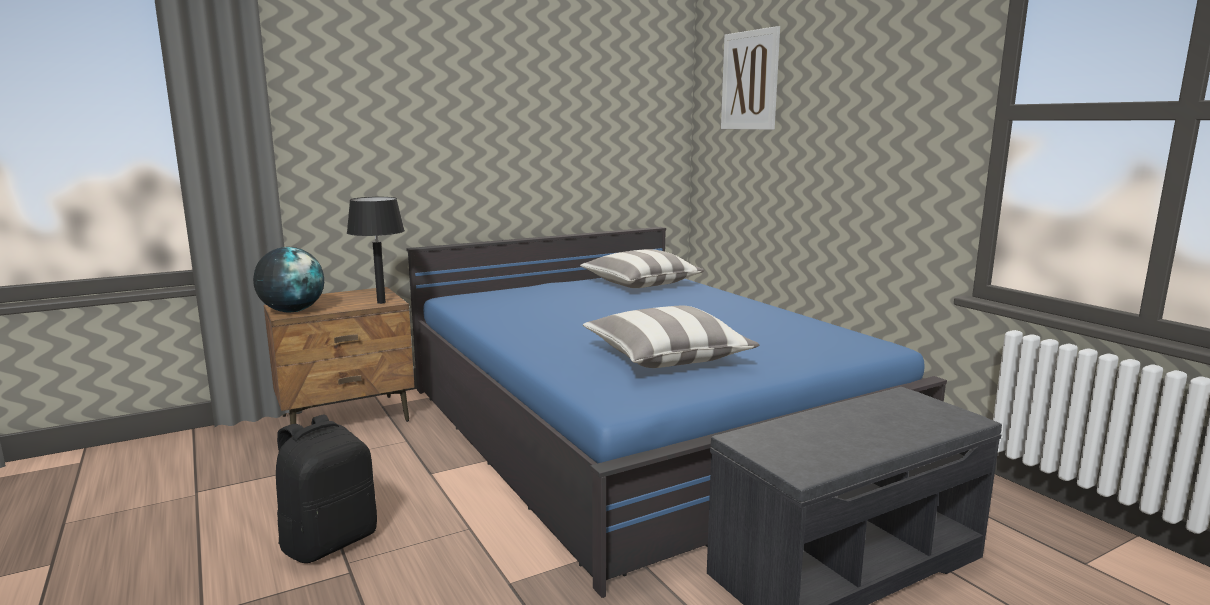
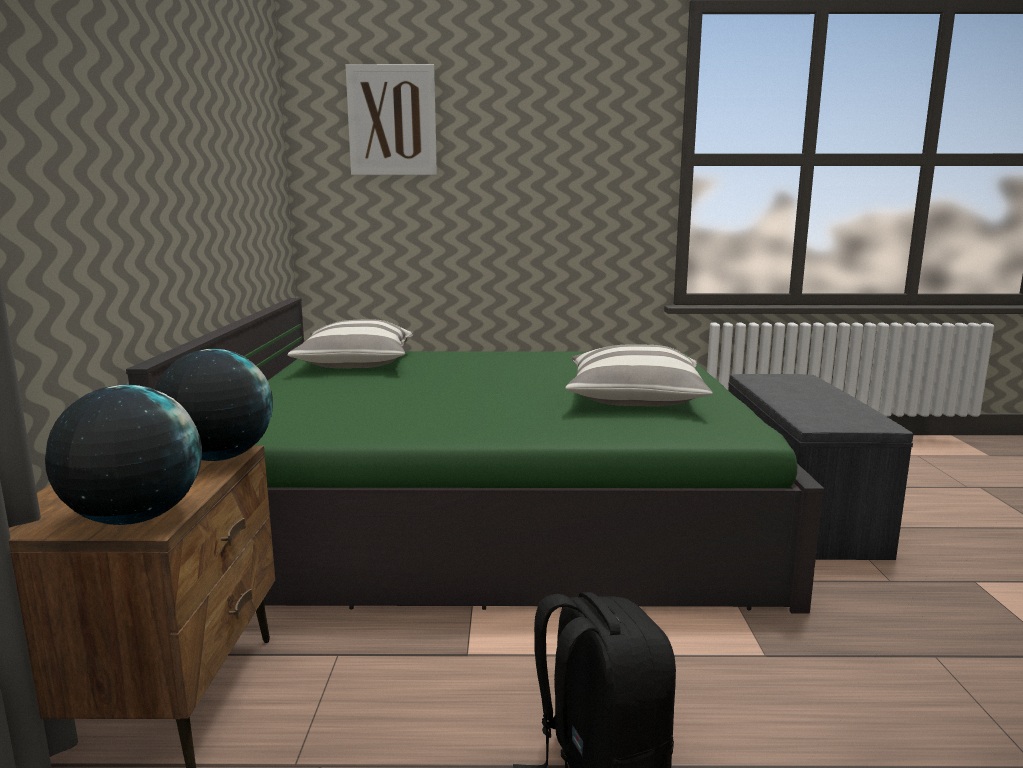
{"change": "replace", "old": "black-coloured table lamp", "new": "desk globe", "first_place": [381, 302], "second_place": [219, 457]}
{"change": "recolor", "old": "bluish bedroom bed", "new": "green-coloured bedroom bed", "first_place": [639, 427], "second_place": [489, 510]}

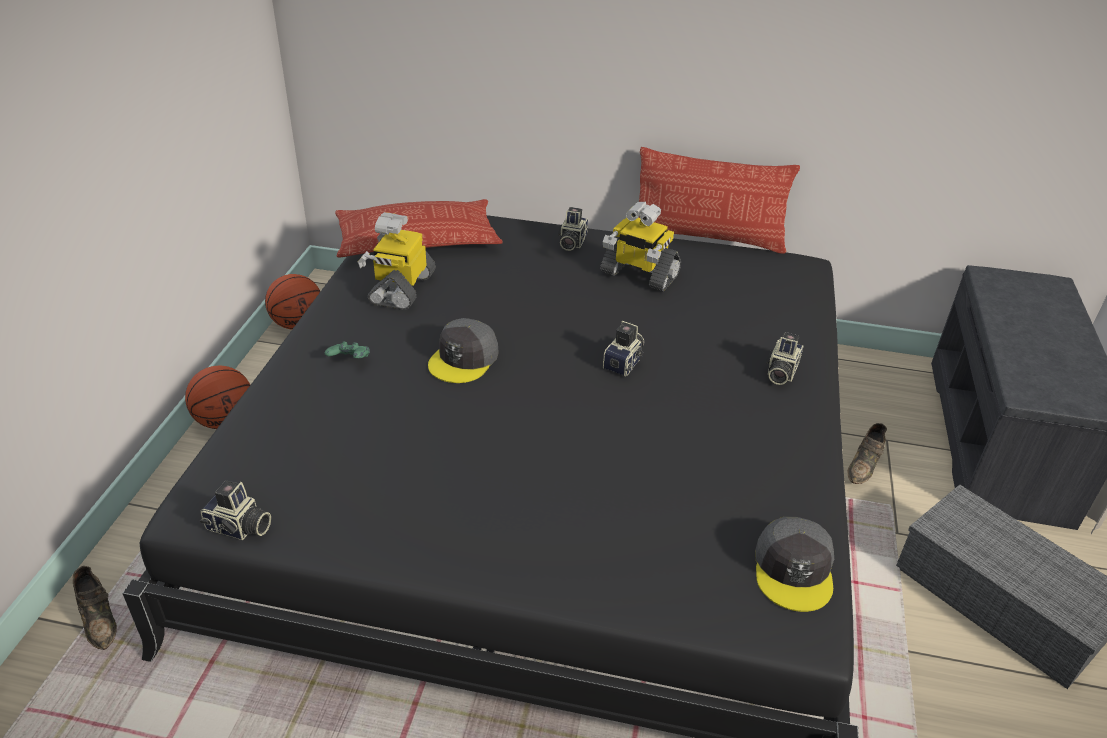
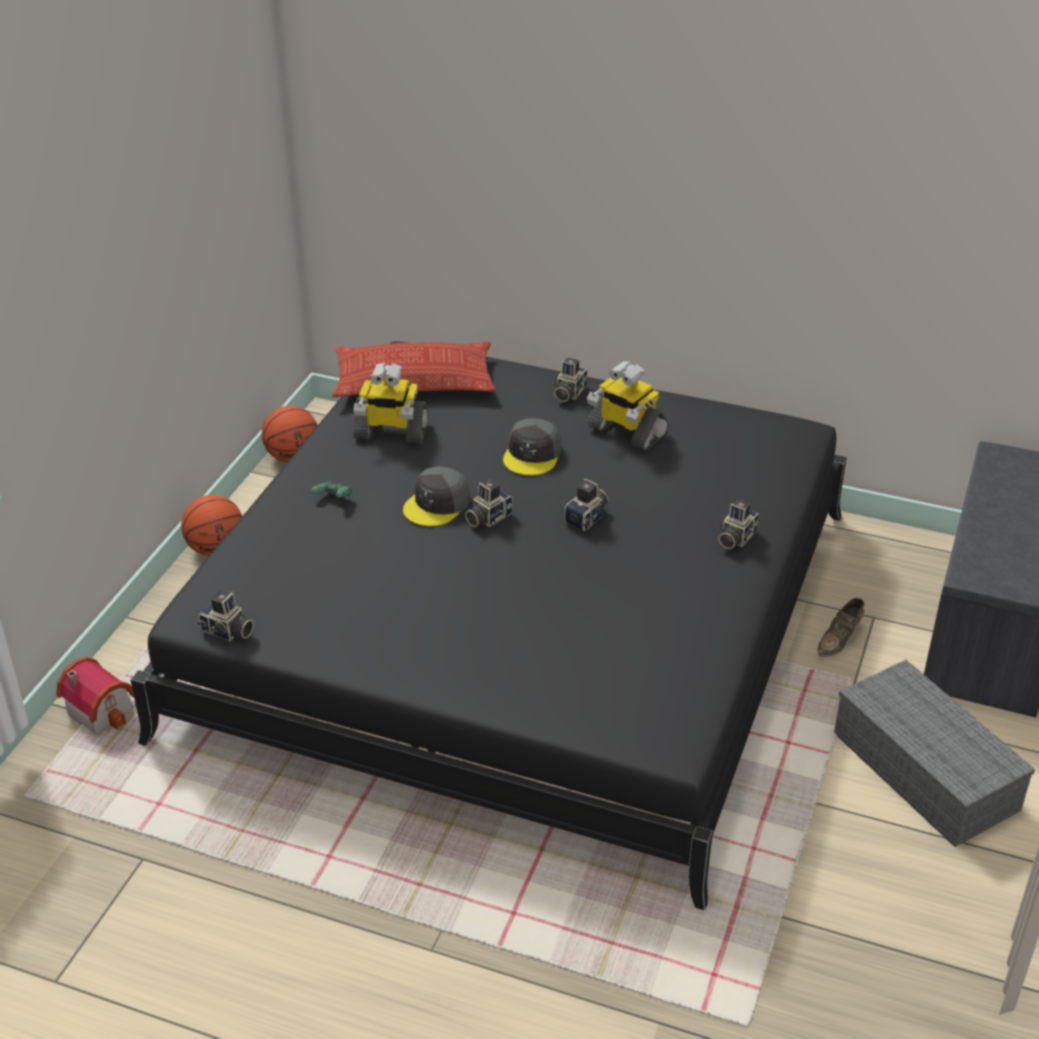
{"change": "delete", "old": "throw pillow", "first_place": [707, 237]}
{"change": "rotate", "old": "model robot", "first_place": [401, 288], "second_place": [390, 432], "degrees": -105}
{"change": "move", "old": "grey peaked cap", "first_place": [794, 570], "second_place": [533, 454]}
{"change": "replace", "old": "brown-coloured low shoe", "new": "miniature house", "first_place": [99, 618], "second_place": [102, 709]}
{"change": "insert", "new": "photo camera", "second_place": [487, 517]}

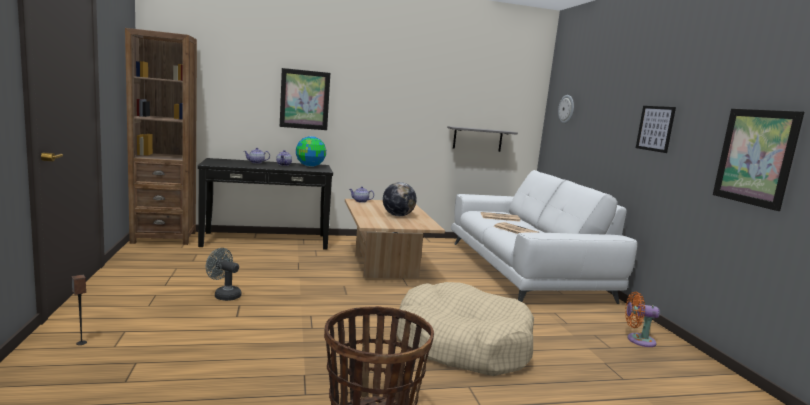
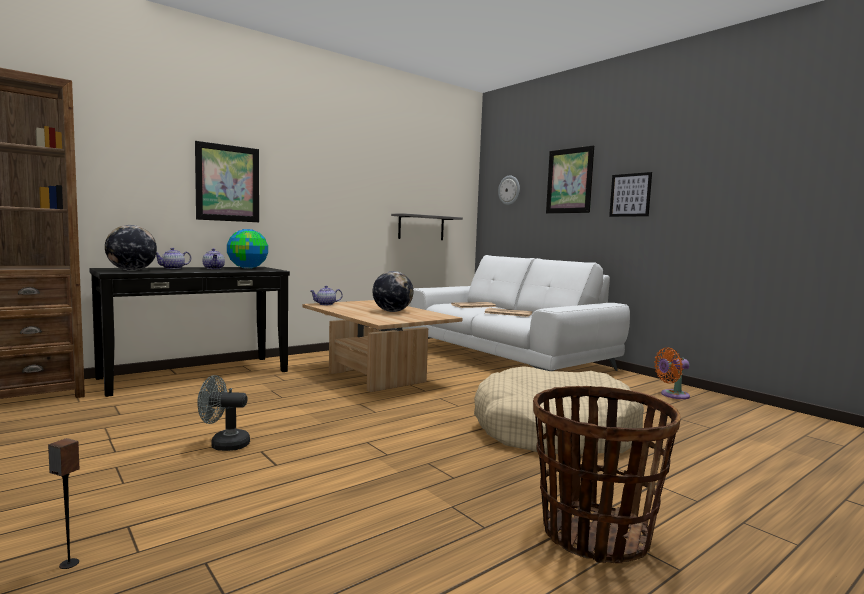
{"change": "move", "old": "picture", "first_place": [755, 157], "second_place": [569, 181]}
{"change": "insert", "new": "desk globe", "second_place": [131, 270]}

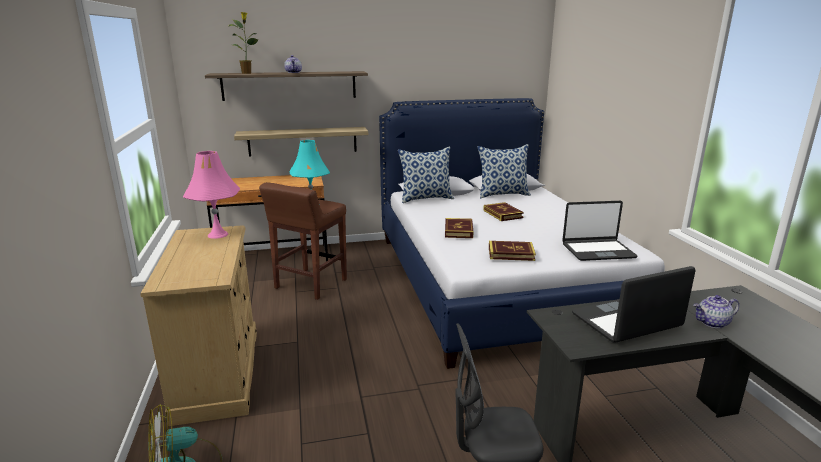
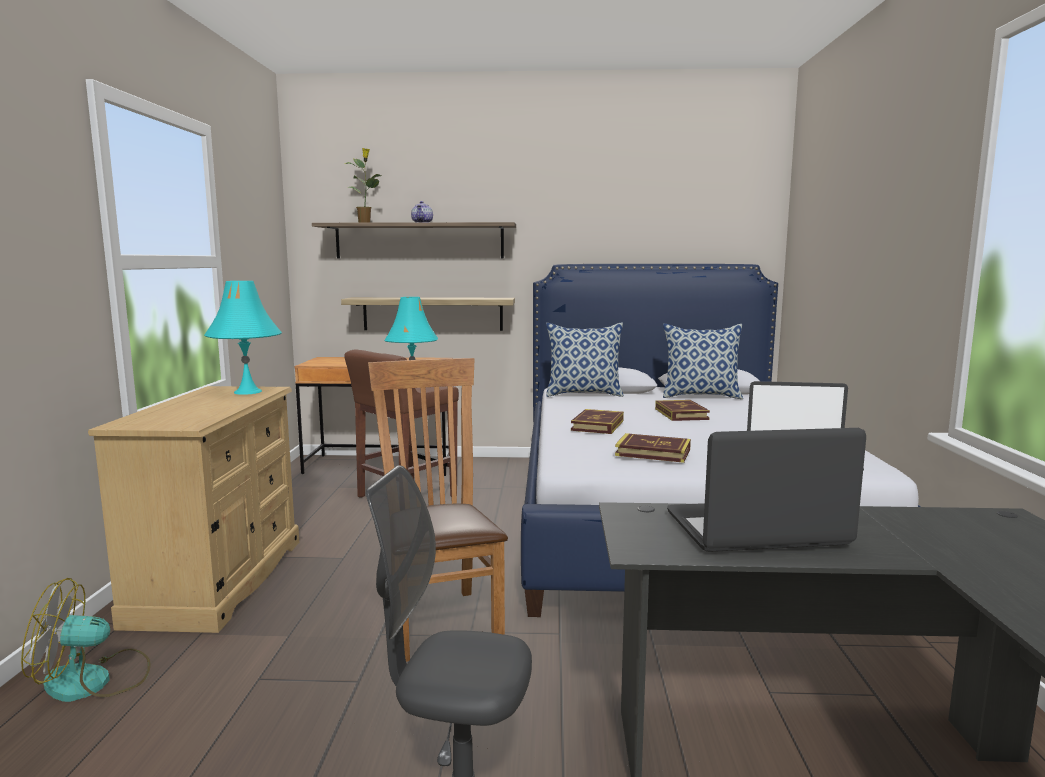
{"change": "recolor", "old": "pink table lamp", "new": "blue-green table lamp", "first_place": [217, 234], "second_place": [247, 392]}
{"change": "delete", "old": "tea pot", "first_place": [712, 323]}
{"change": "insert", "new": "brown-coloured chair", "second_place": [440, 619]}

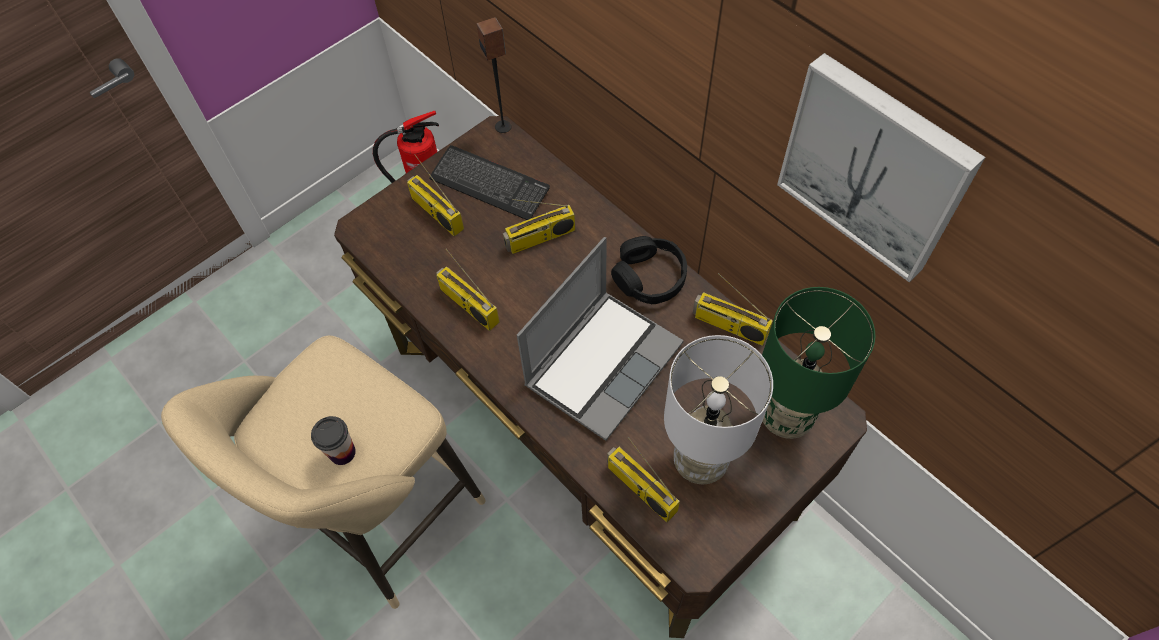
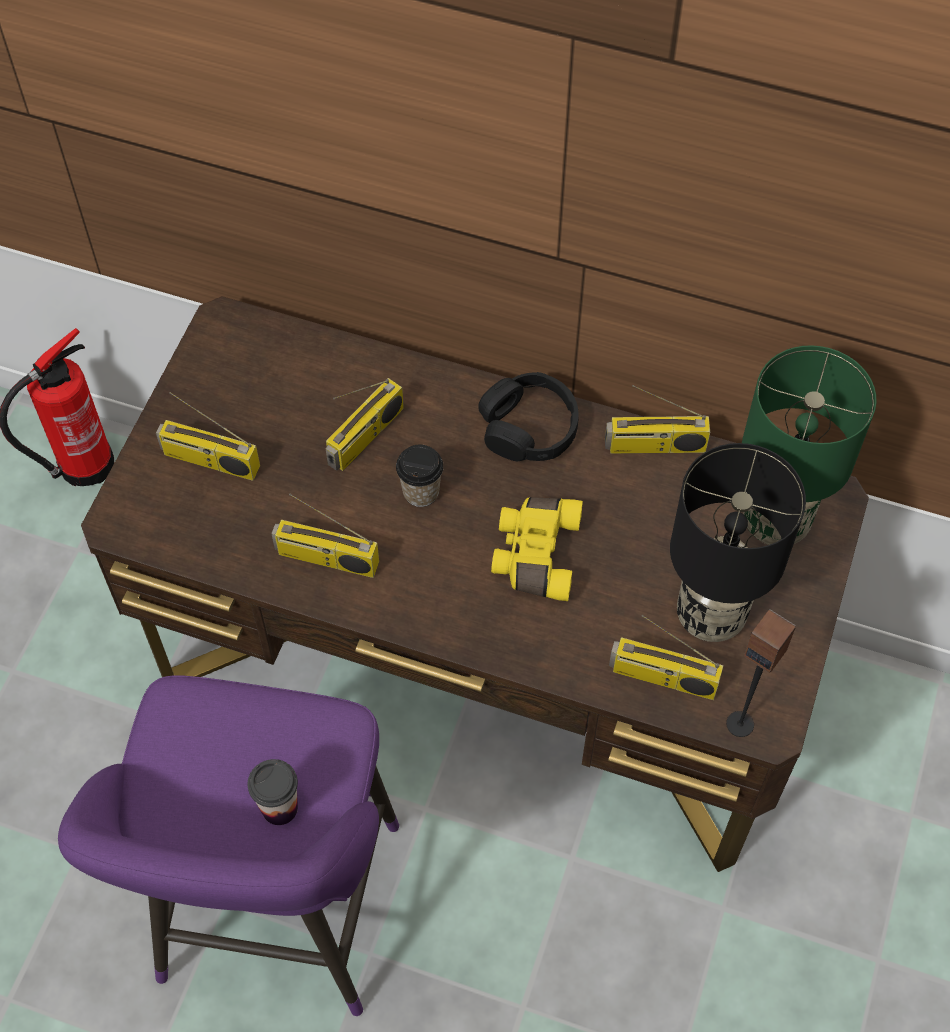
{"change": "move", "old": "speaker", "first_place": [503, 126], "second_place": [740, 723]}
{"change": "delete", "old": "picture", "first_place": [875, 166]}
{"change": "delete", "old": "PC keyboard", "first_place": [489, 184]}
{"change": "replace", "old": "notebook computer", "new": "yellow-coloured pair of binoculars", "first_place": [603, 362], "second_place": [534, 554]}
{"change": "recolor", "old": "white-coloured table lamp", "new": "black-coloured table lamp", "first_place": [700, 460], "second_place": [710, 613]}
{"change": "recolor", "old": "beige stool", "new": "purplish stool", "first_place": [382, 521], "second_place": [276, 917]}
{"change": "insert", "new": "small cup", "second_place": [421, 492]}

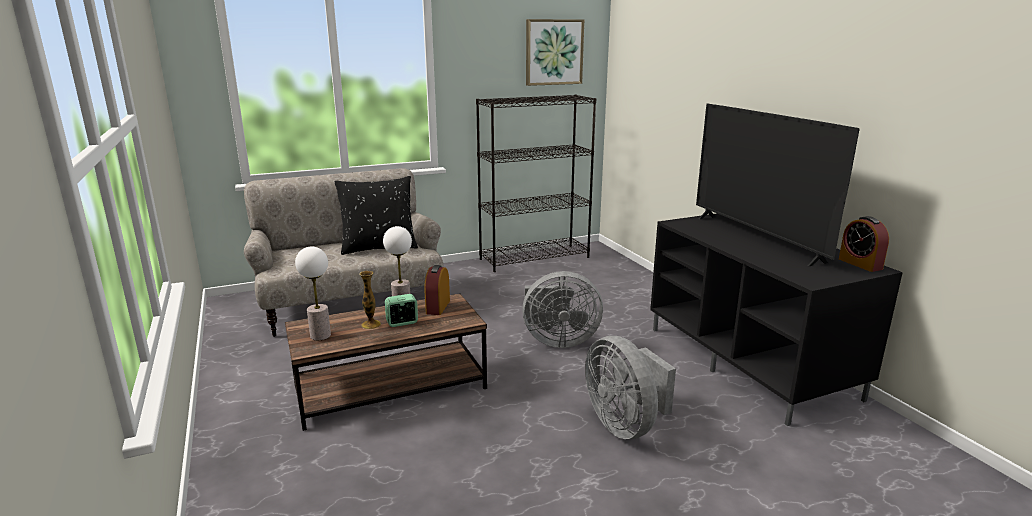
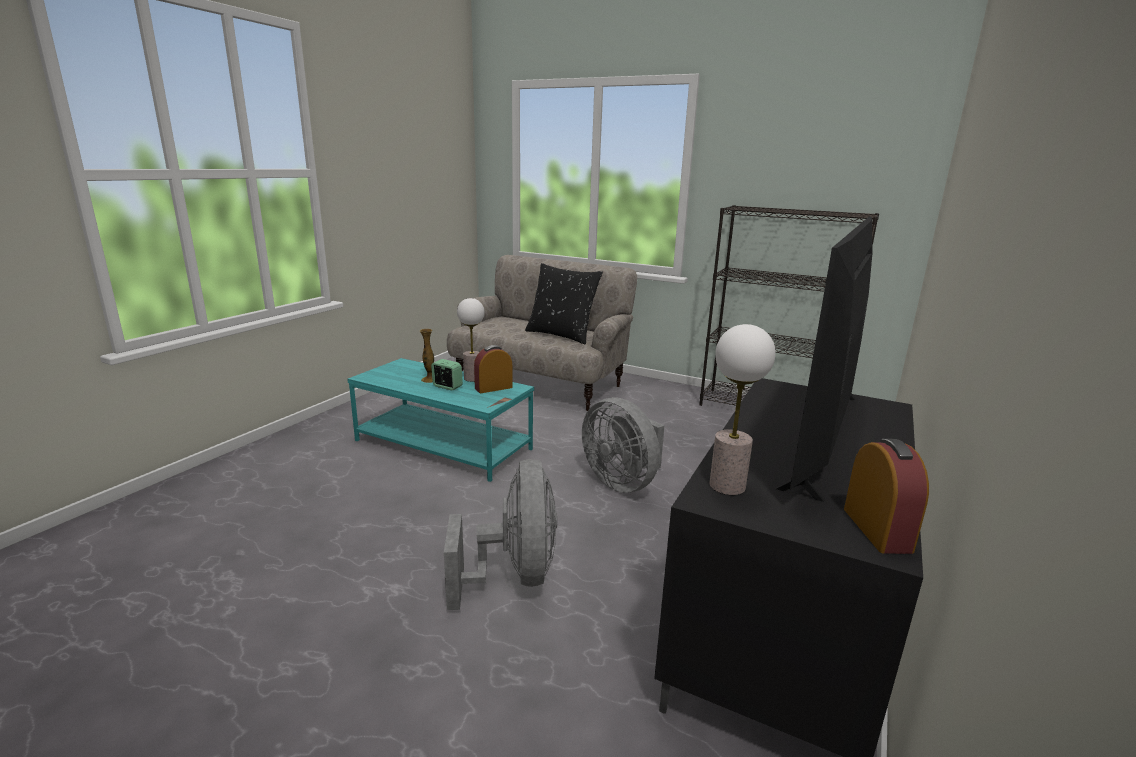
{"change": "delete", "old": "picture", "first_place": [554, 52]}
{"change": "rotate", "old": "bedside clock", "first_place": [860, 264], "second_place": [877, 529], "degrees": 150}
{"change": "move", "old": "table lamp", "first_place": [320, 336], "second_place": [727, 486]}
{"change": "recolor", "old": "brown-coloured low table", "new": "blue-green low table", "first_place": [391, 387], "second_place": [444, 444]}
{"change": "rotate", "old": "grey cooling fan", "first_place": [625, 424], "second_place": [514, 576], "degrees": 150}

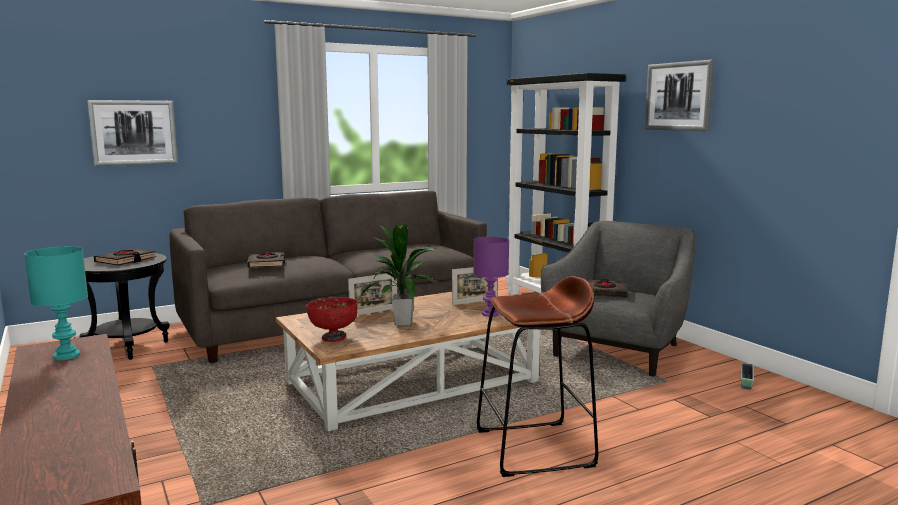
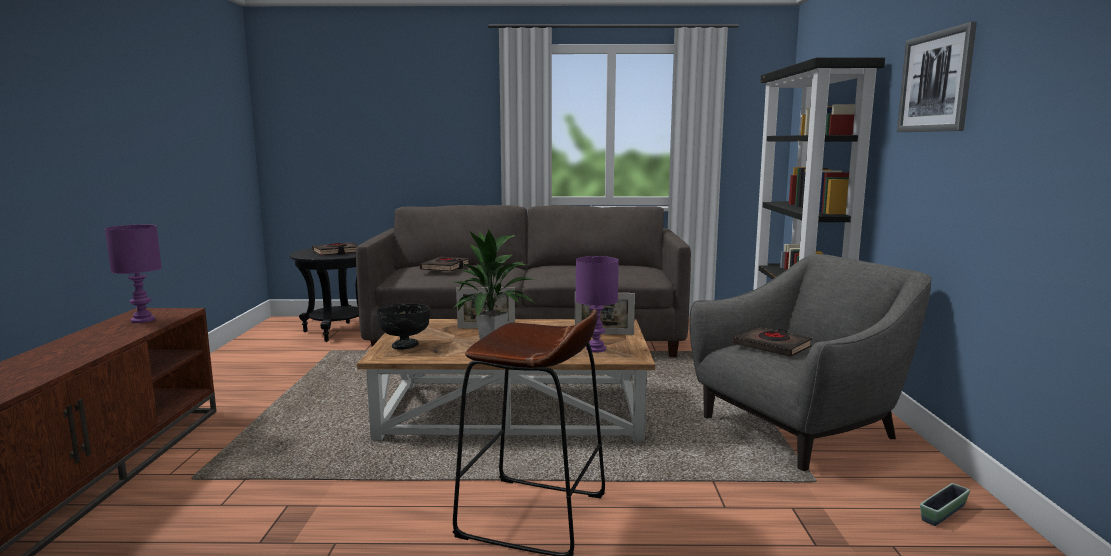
{"change": "delete", "old": "picture", "first_place": [134, 132]}
{"change": "recolor", "old": "blue-green table lamp", "new": "purplish table lamp", "first_place": [65, 356], "second_place": [142, 320]}
{"change": "recolor", "old": "red-coloured bowl", "new": "black-coloured bowl", "first_place": [333, 338], "second_place": [405, 346]}

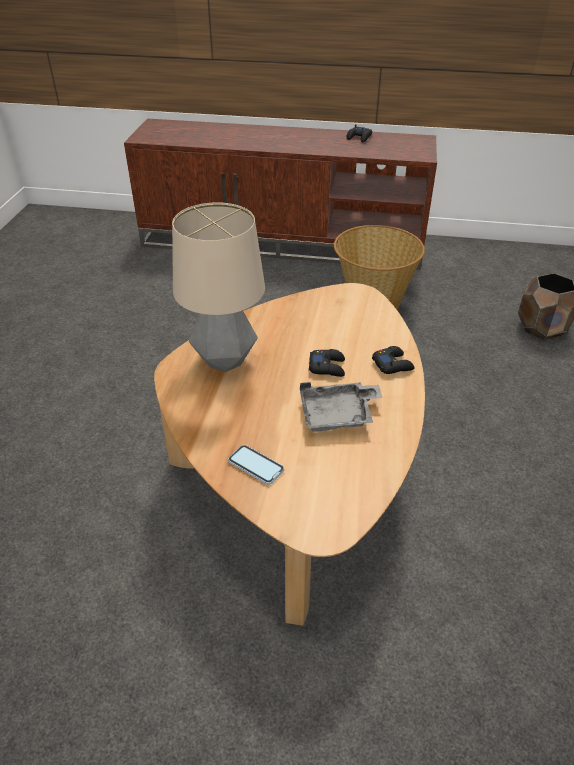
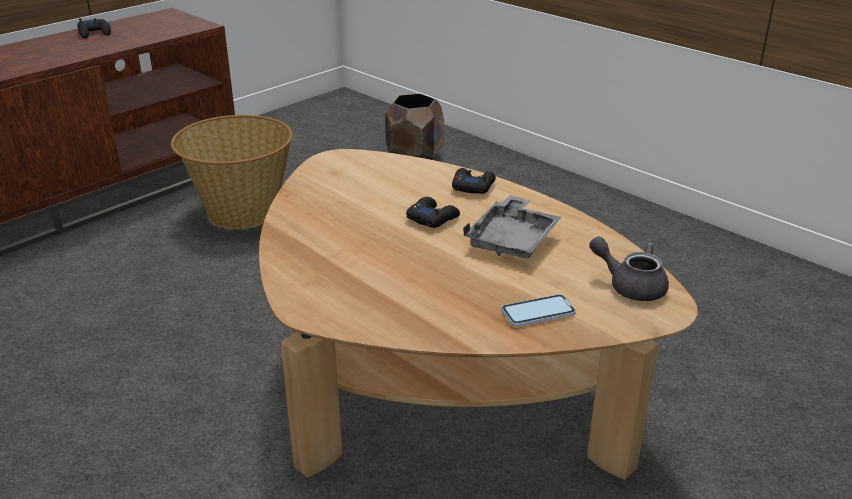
{"change": "delete", "old": "table lamp", "first_place": [225, 360]}
{"change": "insert", "new": "grey tea pot", "second_place": [630, 285]}

